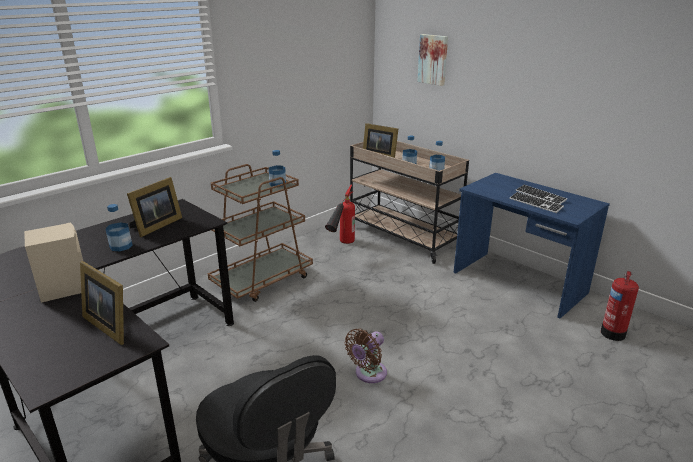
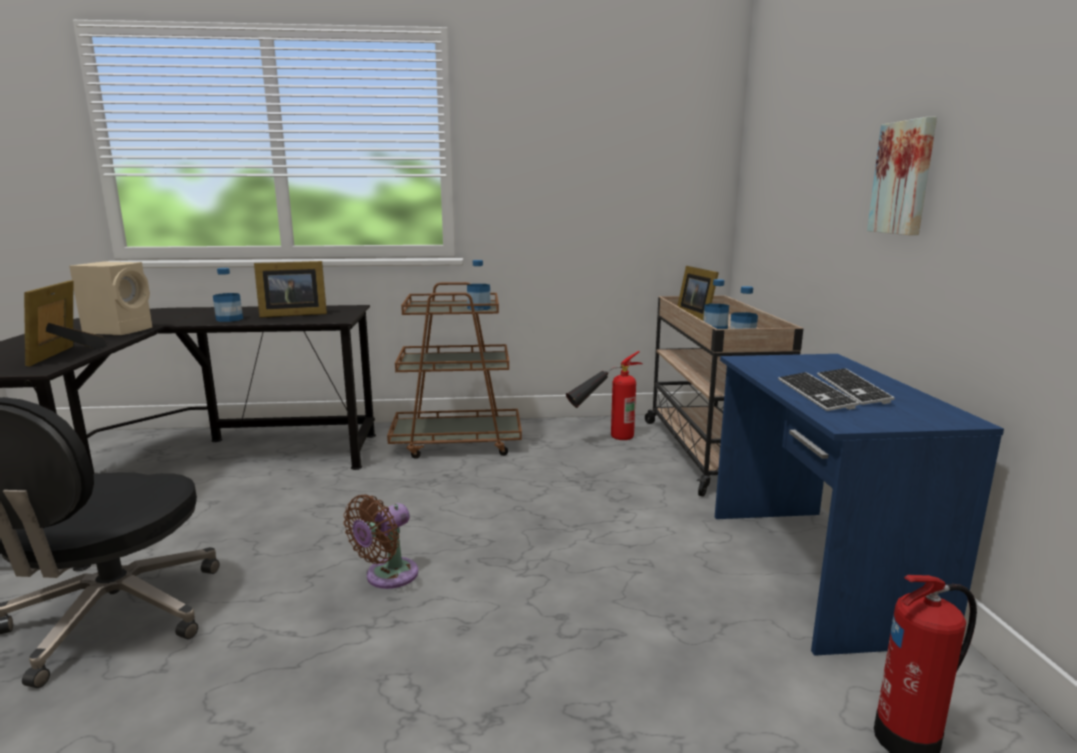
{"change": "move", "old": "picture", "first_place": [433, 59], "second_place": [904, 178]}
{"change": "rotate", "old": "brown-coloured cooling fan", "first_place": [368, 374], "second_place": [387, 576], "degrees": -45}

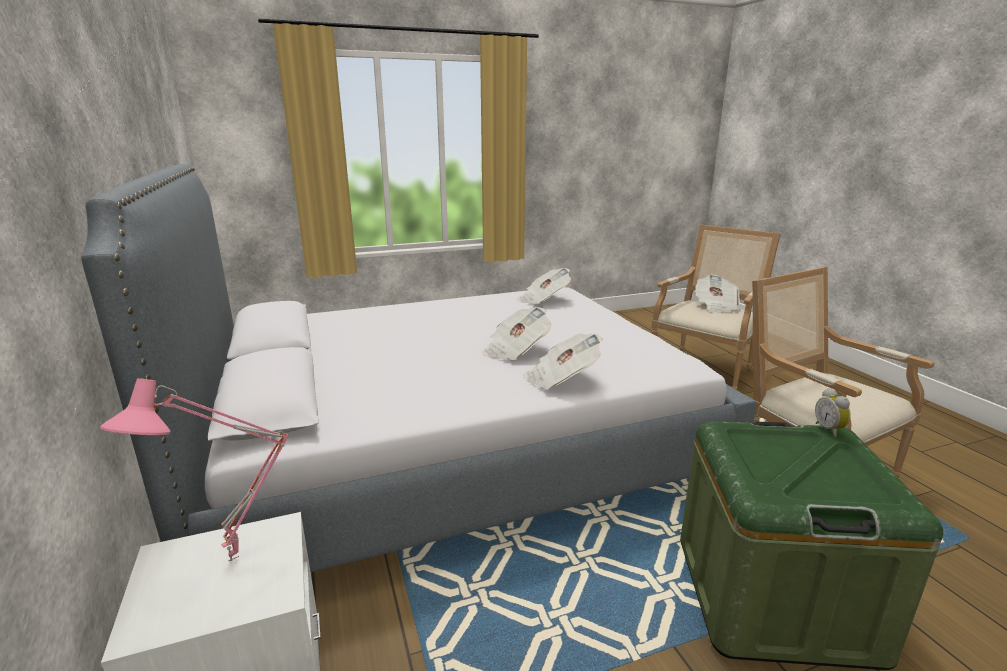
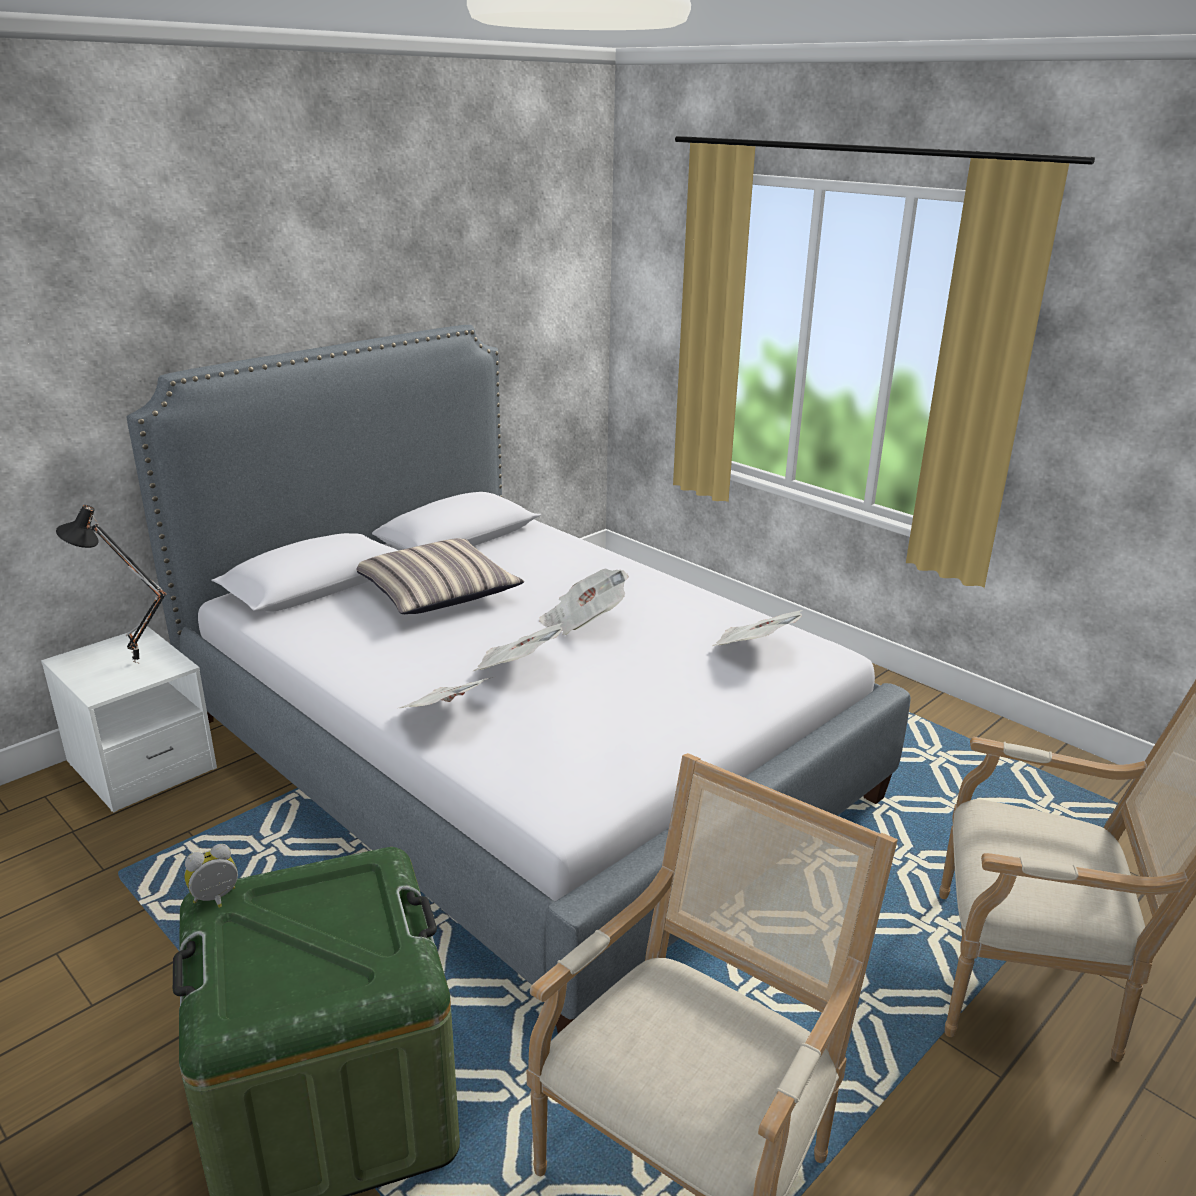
{"change": "move", "old": "printed paper", "first_place": [715, 306], "second_place": [583, 622]}
{"change": "recolor", "old": "pink table lamp", "new": "black-coloured table lamp", "first_place": [235, 561], "second_place": [134, 664]}
{"change": "move", "old": "bedside clock", "first_place": [829, 430], "second_place": [216, 900]}
{"change": "insert", "new": "throw pillow", "second_place": [437, 592]}

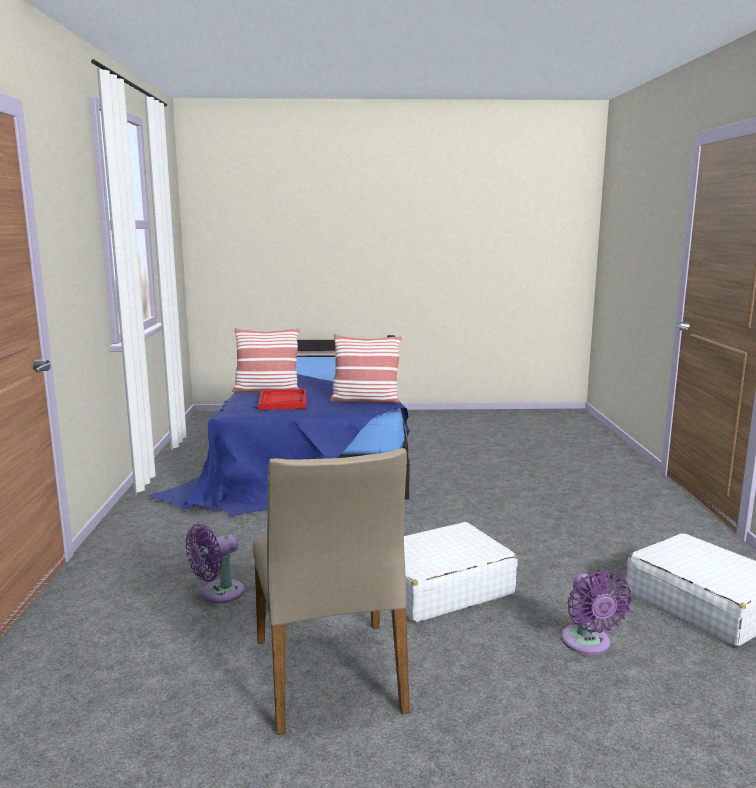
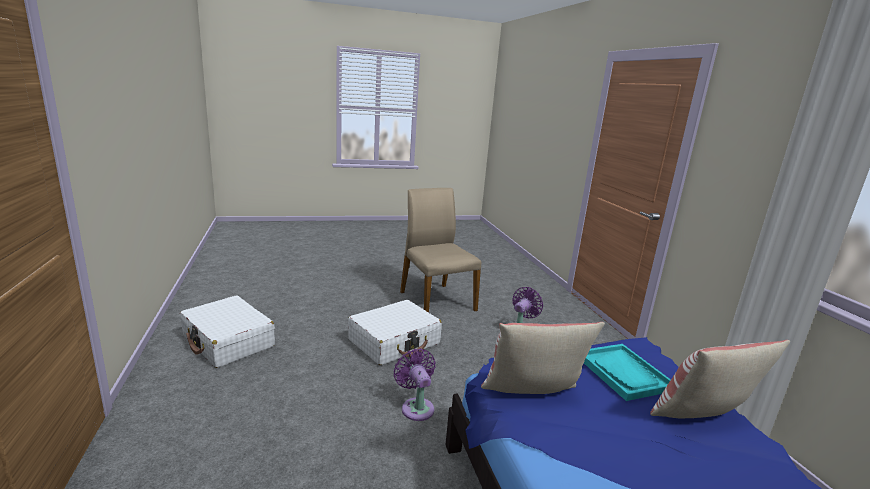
{"change": "recolor", "old": "red-coloured carrying tray", "new": "blue-green carrying tray", "first_place": [283, 401], "second_place": [623, 373]}
{"change": "move", "old": "purplish cooling fan", "first_place": [588, 644], "second_place": [416, 407]}

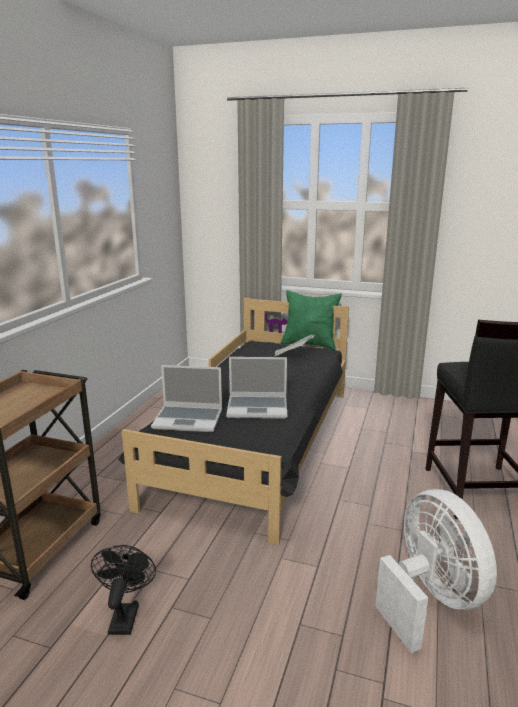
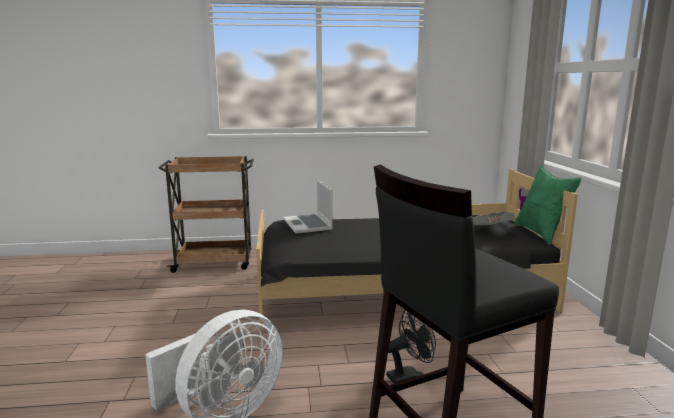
{"change": "delete", "old": "notebook computer", "first_place": [258, 408]}
{"change": "move", "old": "black-coloured cooling fan", "first_place": [125, 614], "second_place": [409, 375]}

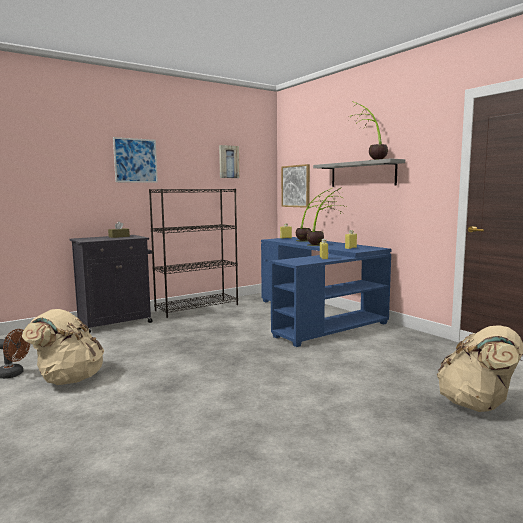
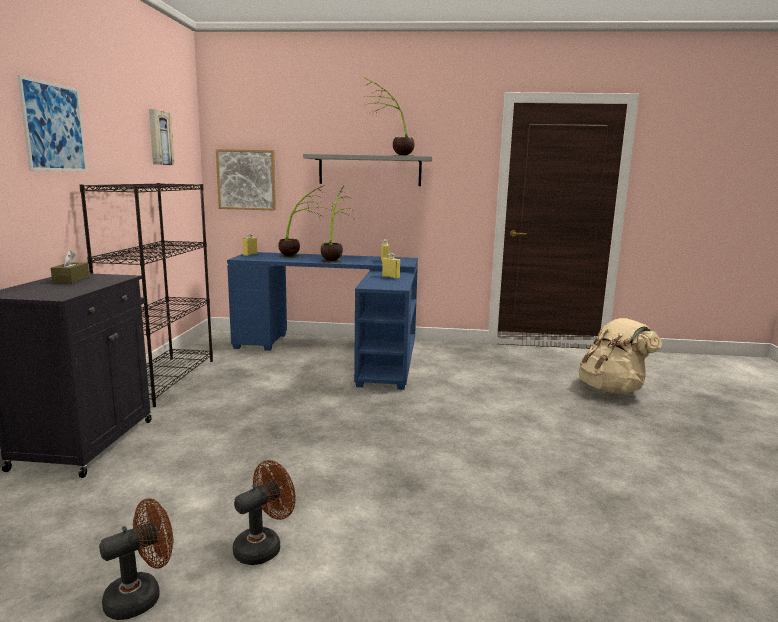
{"change": "replace", "old": "beige rucksack", "new": "brown-coloured cooling fan", "first_place": [68, 379], "second_place": [263, 546]}

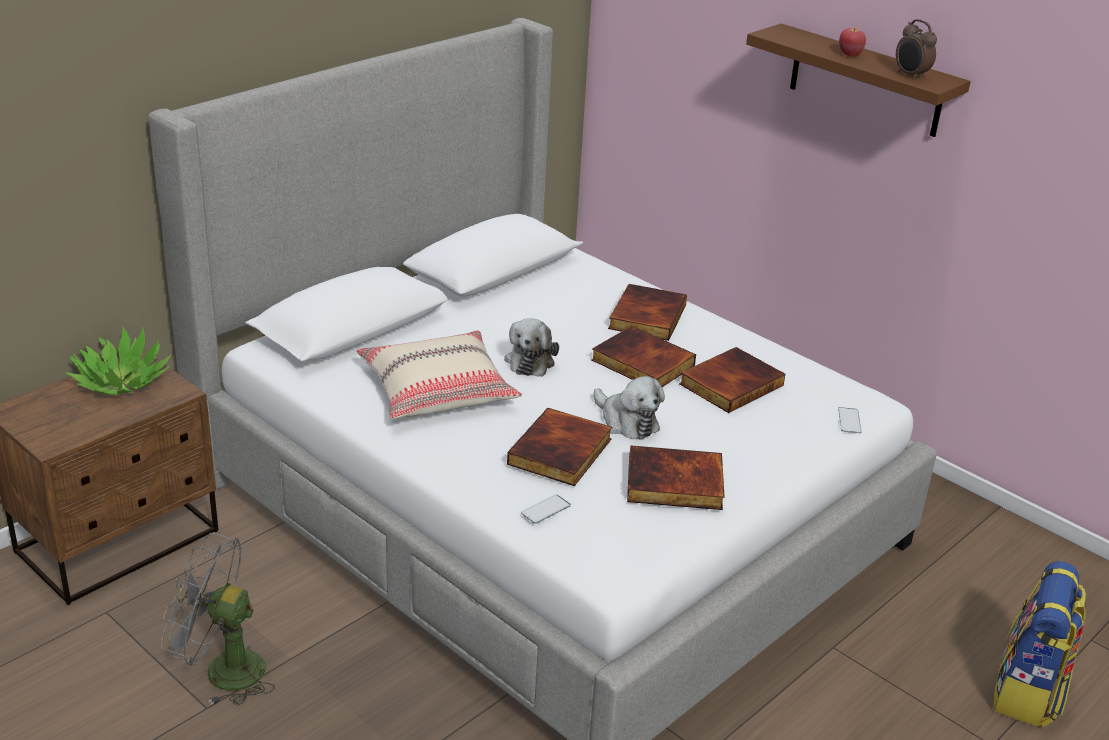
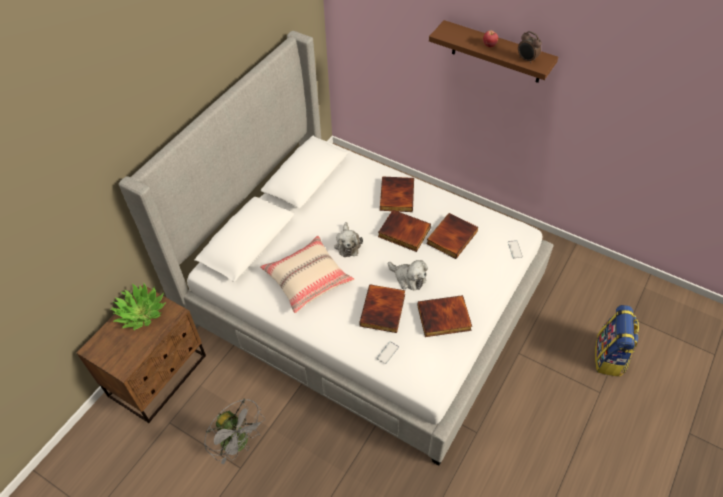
{"change": "rotate", "old": "grey cooling fan", "first_place": [222, 670], "second_place": [239, 443], "degrees": -135}

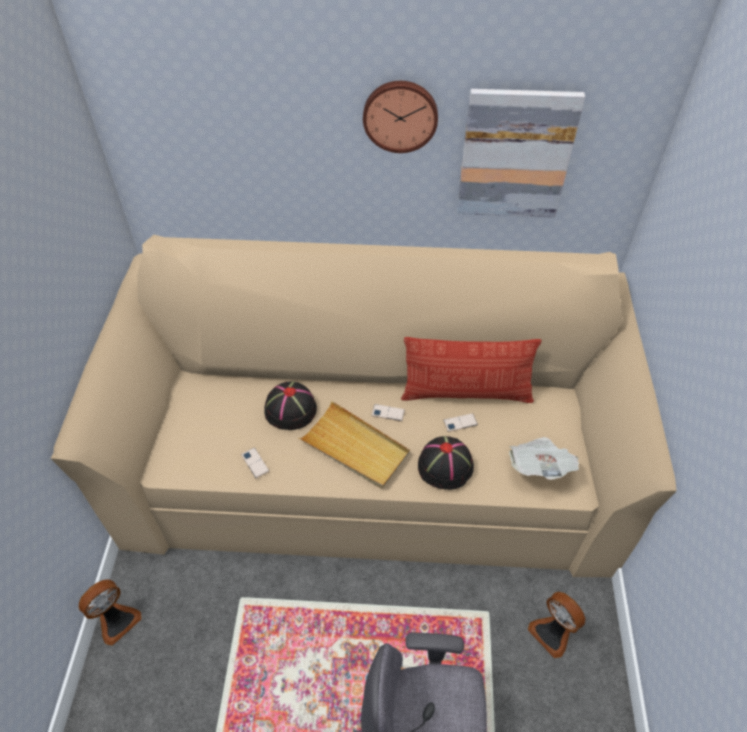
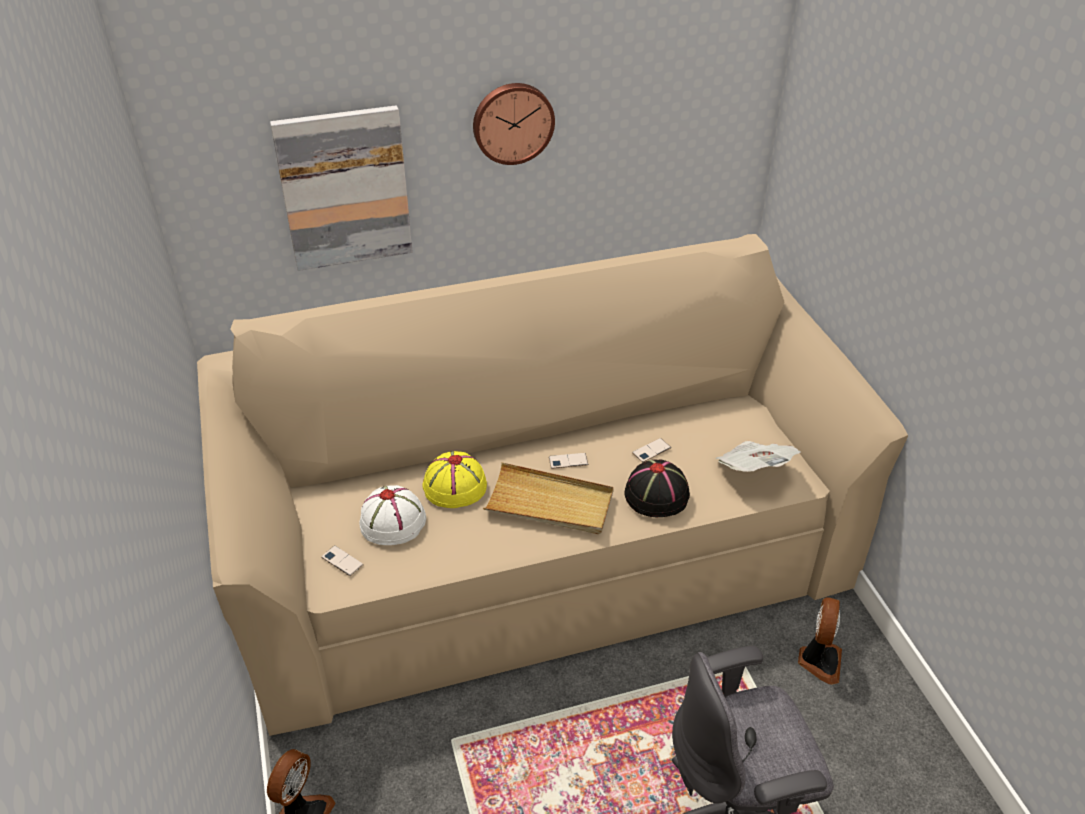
{"change": "move", "old": "picture", "first_place": [515, 155], "second_place": [344, 188]}
{"change": "delete", "old": "throw pillow", "first_place": [466, 393]}
{"change": "recolor", "old": "black-coloured hat", "new": "yellow-coloured hat", "first_place": [290, 409], "second_place": [454, 486]}
{"change": "move", "old": "phone", "first_place": [255, 463], "second_place": [342, 561]}
{"change": "rotate", "old": "cooling fan", "first_place": [552, 632], "second_place": [819, 661], "degrees": -105}
{"change": "insert", "new": "white-coloured hat", "second_place": [393, 521]}

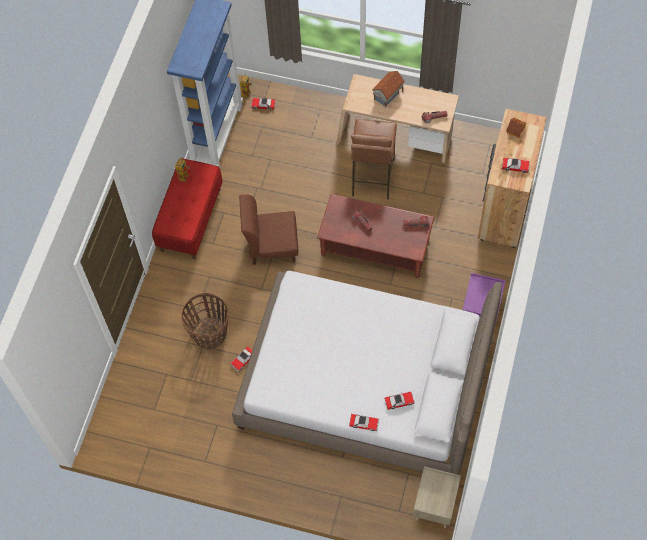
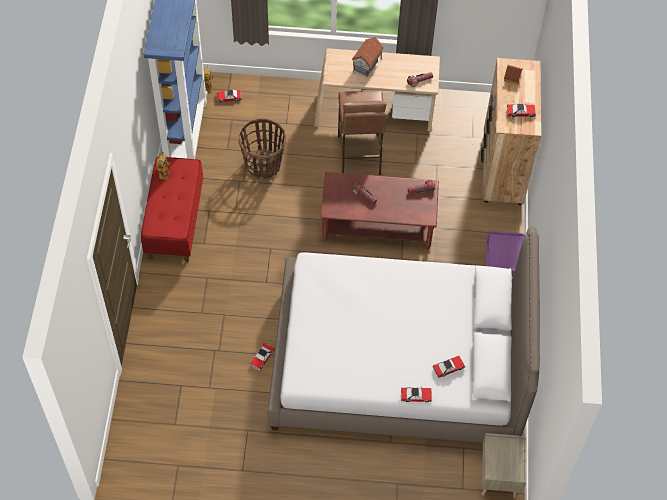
{"change": "delete", "old": "brown-coloured chair", "first_place": [271, 246]}
{"change": "move", "old": "basket", "first_place": [209, 333], "second_place": [263, 165]}

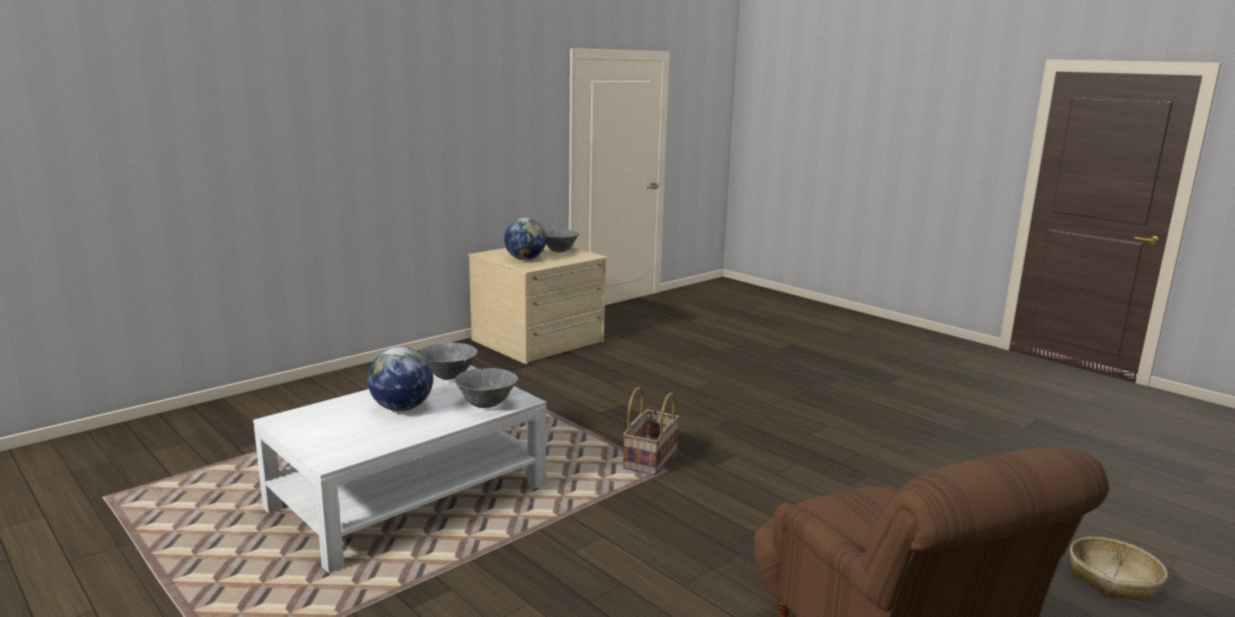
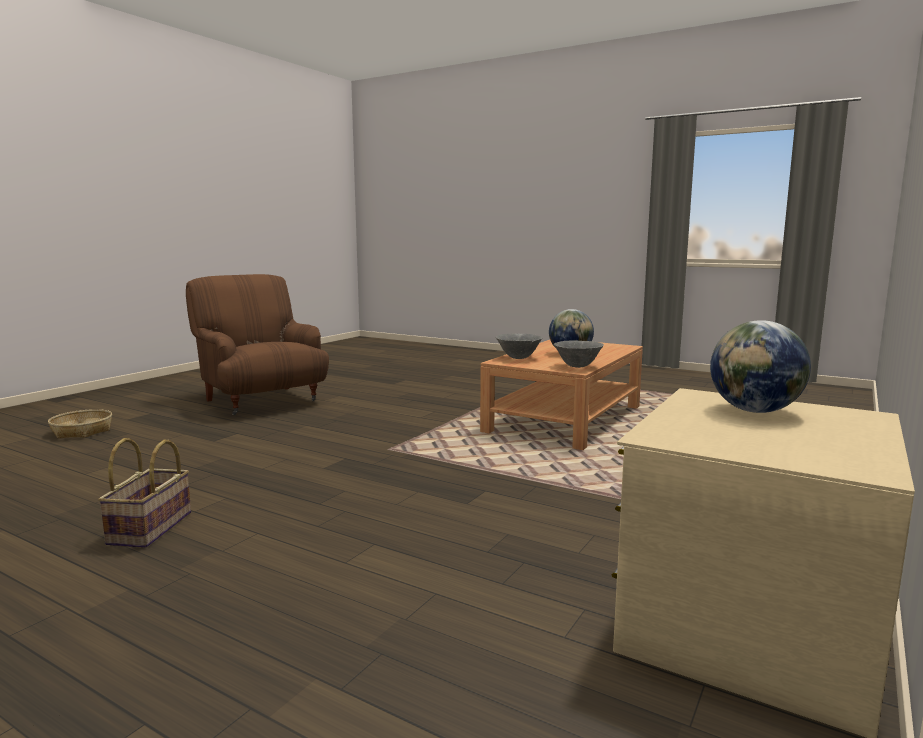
{"change": "delete", "old": "grey bowl", "first_place": [559, 251]}
{"change": "recolor", "old": "white-coloured low table", "new": "brown-coloured low table", "first_place": [410, 496], "second_place": [565, 419]}
{"change": "move", "old": "basket", "first_place": [649, 459], "second_place": [151, 528]}

